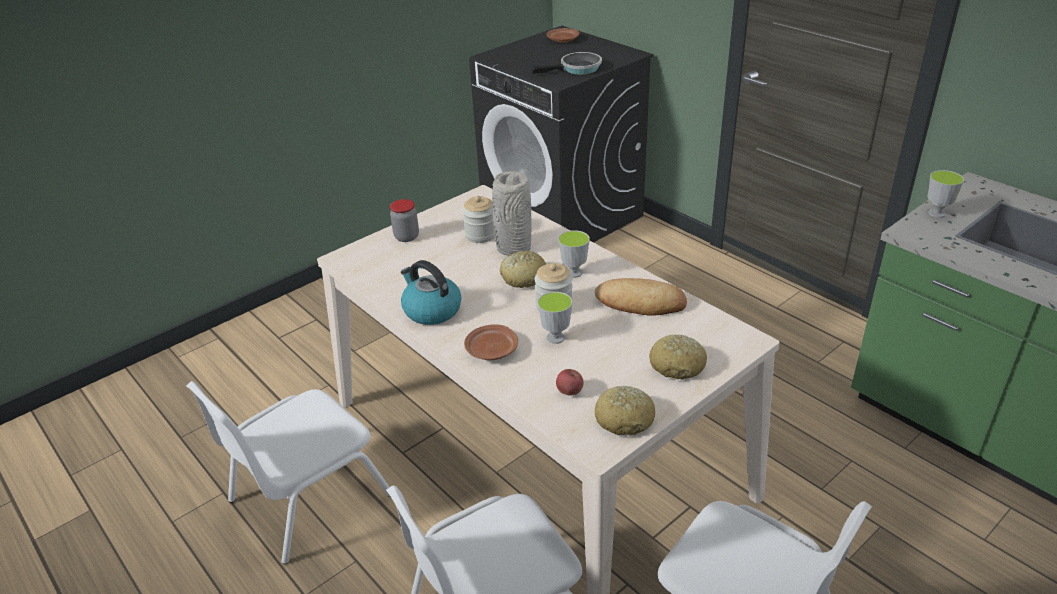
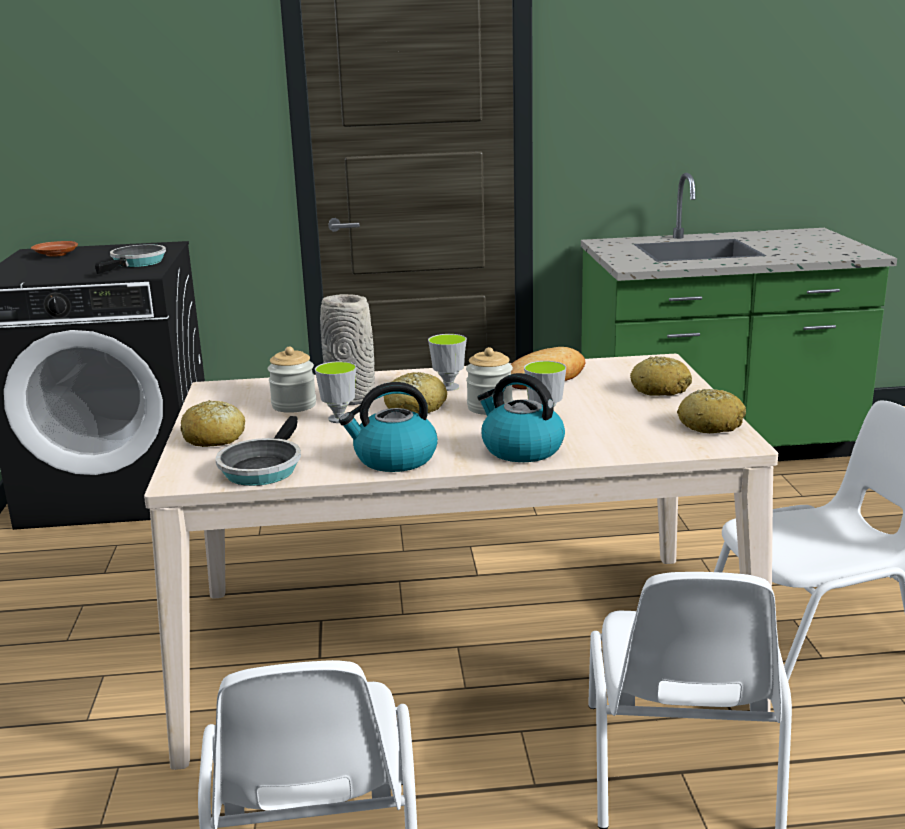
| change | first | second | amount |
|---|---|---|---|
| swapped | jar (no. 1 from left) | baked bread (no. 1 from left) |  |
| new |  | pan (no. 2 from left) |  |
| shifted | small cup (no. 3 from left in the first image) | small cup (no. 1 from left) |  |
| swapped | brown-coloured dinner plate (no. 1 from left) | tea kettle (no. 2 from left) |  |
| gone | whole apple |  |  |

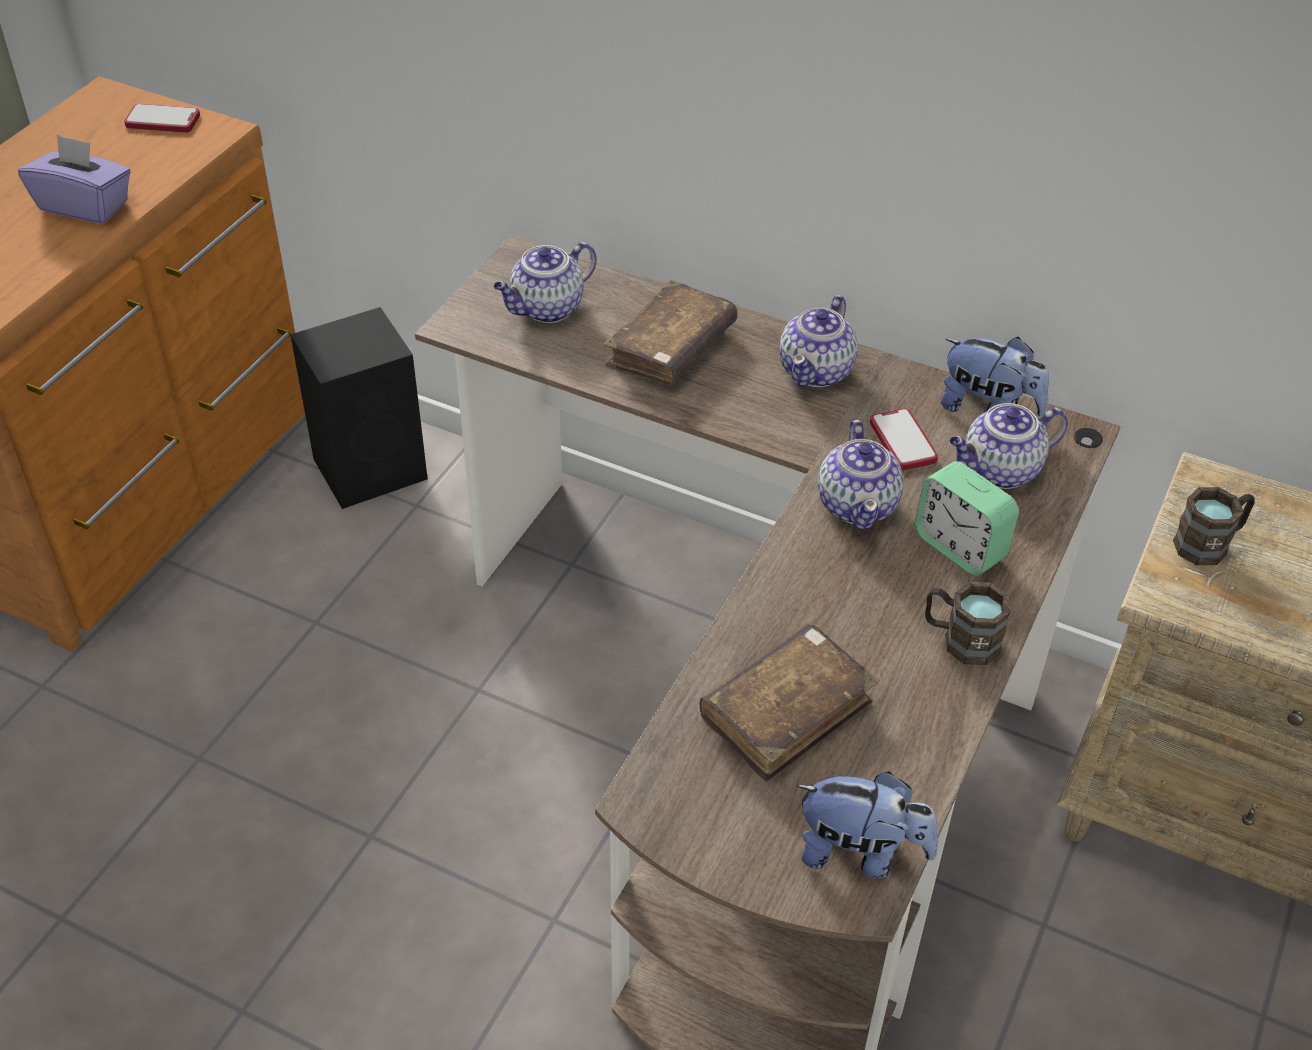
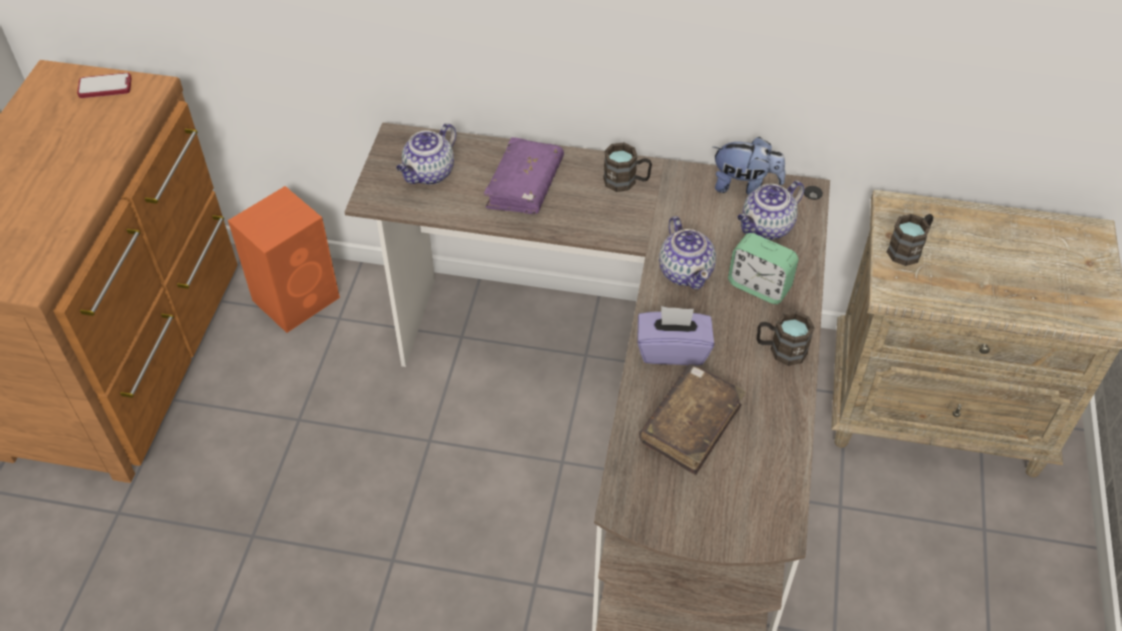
| change | first | second | amount |
|---|---|---|---|
| repainted | black speaker | orangey speaker |  |
| repainted | brown-coloured book (no. 1 from left) | purplish book |  |
| swapped | tea pot (no. 2 from left) | brown-coloured tea mug (no. 1 from left) |  |
| shifted | purplish tissue box |  |  |
| gone | soft toy (no. 1 from left) |  |  |
| gone | telephone (no. 2 from left) |  |  |

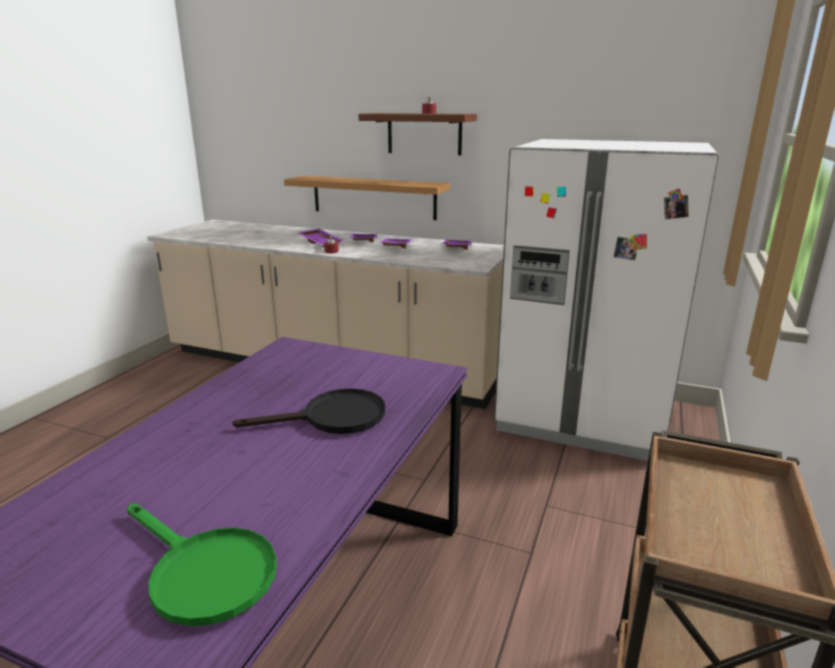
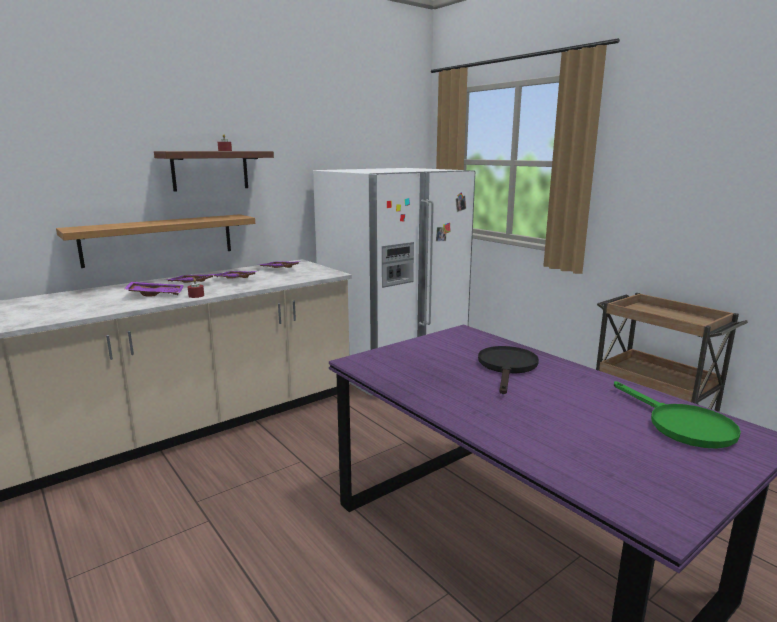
| change | first | second | amount |
|---|---|---|---|
| rotated | green-coloured pan |  | 90 degrees clockwise |

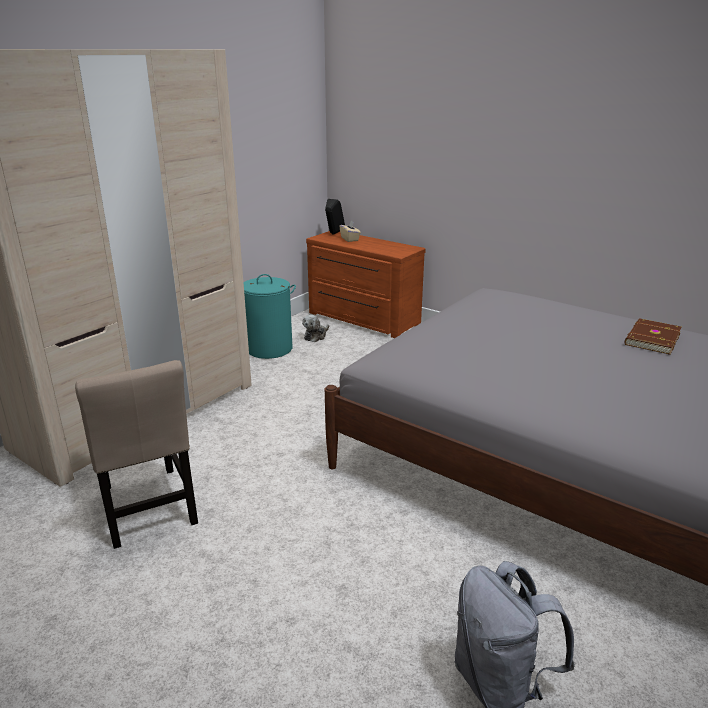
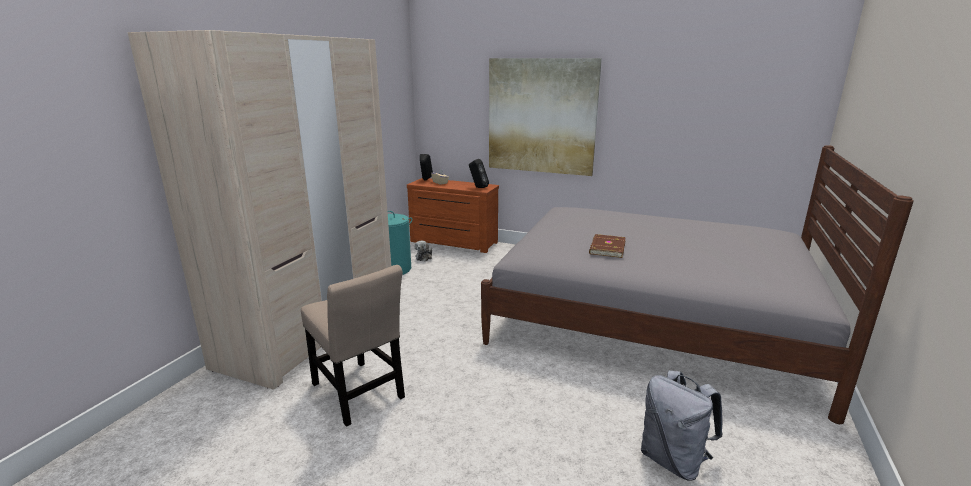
| change | first | second | amount |
|---|---|---|---|
| new |  | black speaker (no. 2 from left) |  |
| new |  | picture |  |
| shifted | brown-coloured book |  |  |

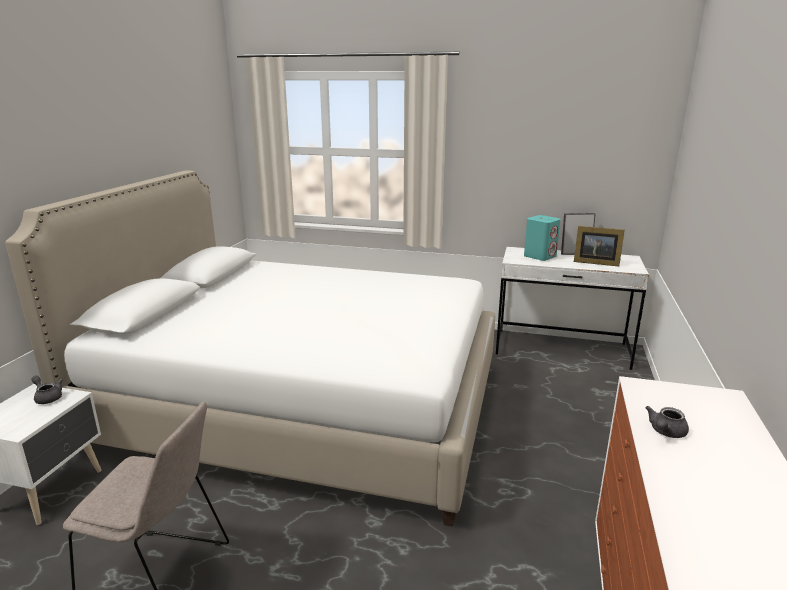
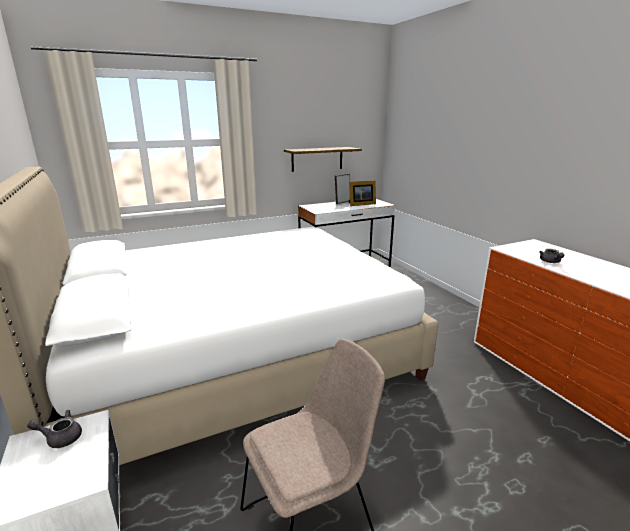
| change | first | second | amount |
|---|---|---|---|
| new |  | shelf |  |
| gone | turquoise speaker |  |  |

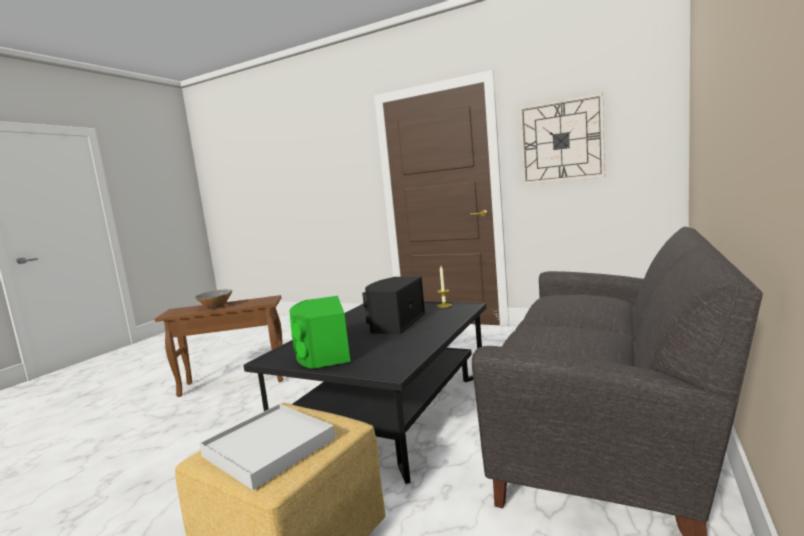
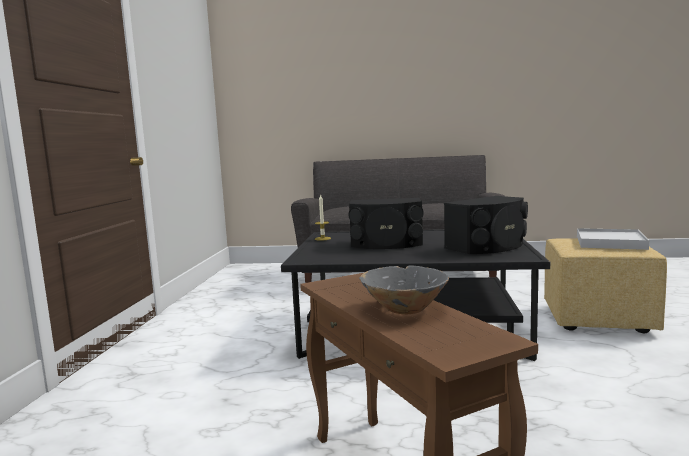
| change | first | second | amount |
|---|---|---|---|
| repainted | green-coloured speaker | black speaker (no. 2 from left) |  |
| gone | hanging clock |  |  |

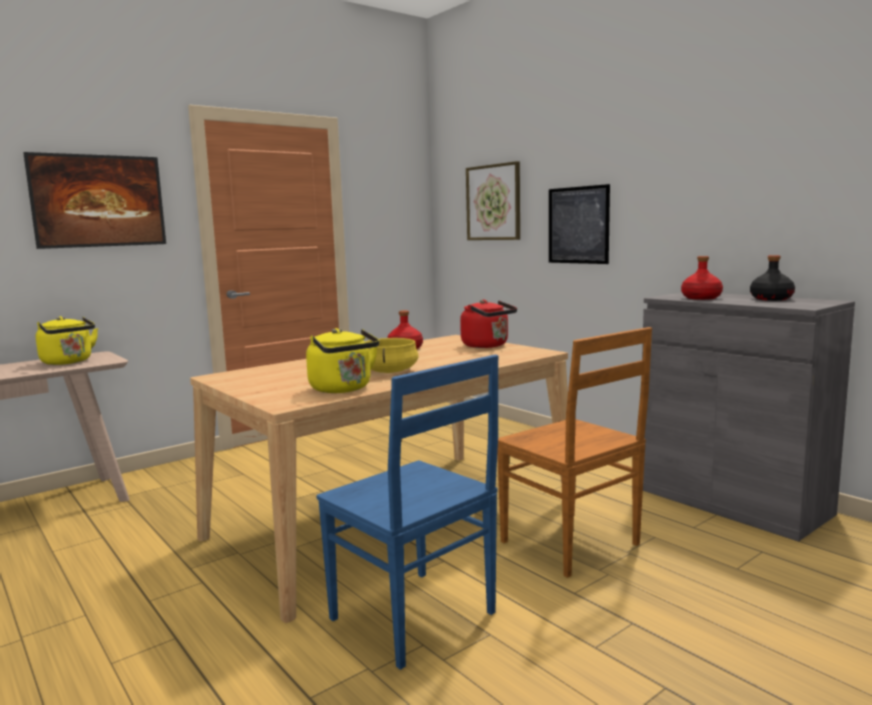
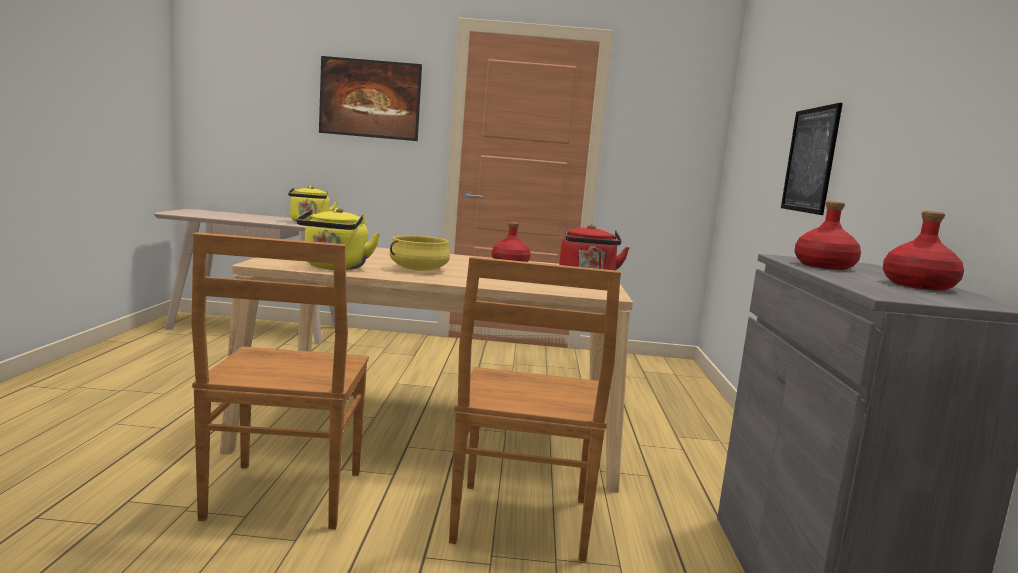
| change | first | second | amount |
|---|---|---|---|
| repainted | blue upright chair | brown-coloured upright chair (no. 1 from left) |  |
| repainted | black beverage bottle | red-coloured beverage bottle (no. 3 from left) |  |
| gone | picture (no. 2 from left) |  |  |

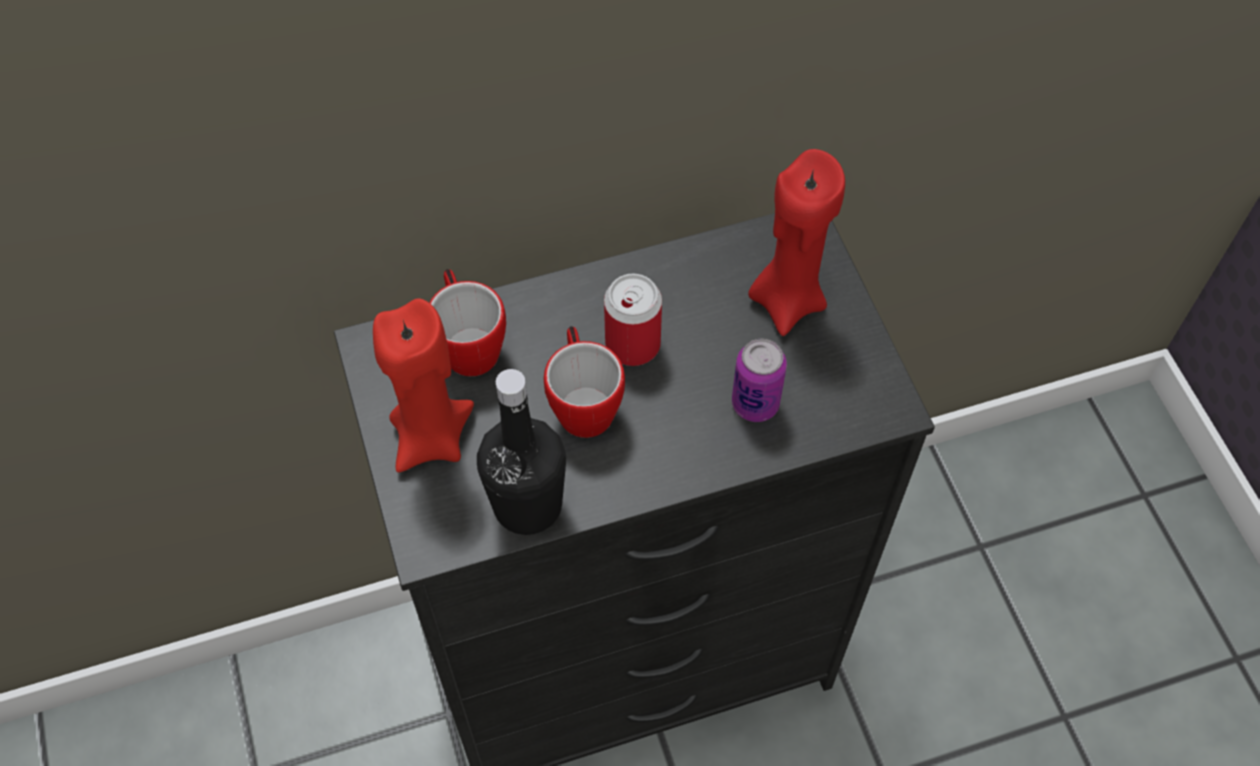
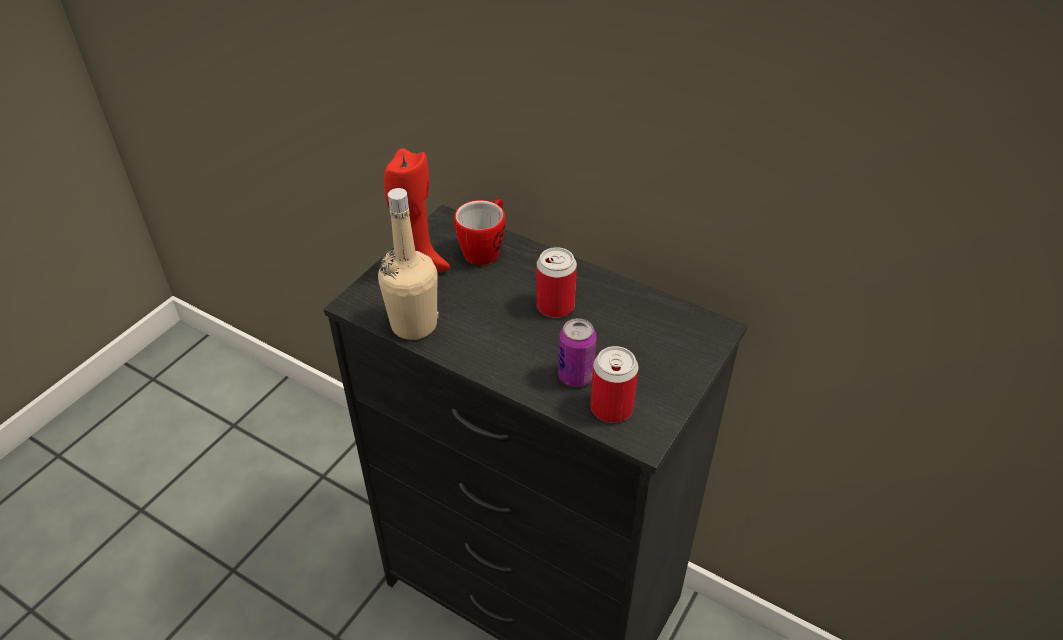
| change | first | second | amount |
|---|---|---|---|
| repainted | black beverage bottle | sand-coloured beverage bottle |  |
| new |  | sealed can (no. 3 from left) |  |
| gone | tea mug (no. 2 from left) |  |  |
| gone | red-coloured candle (no. 2 from left) |  |  |

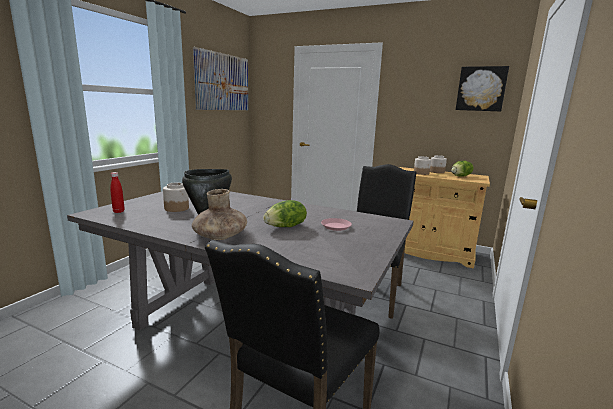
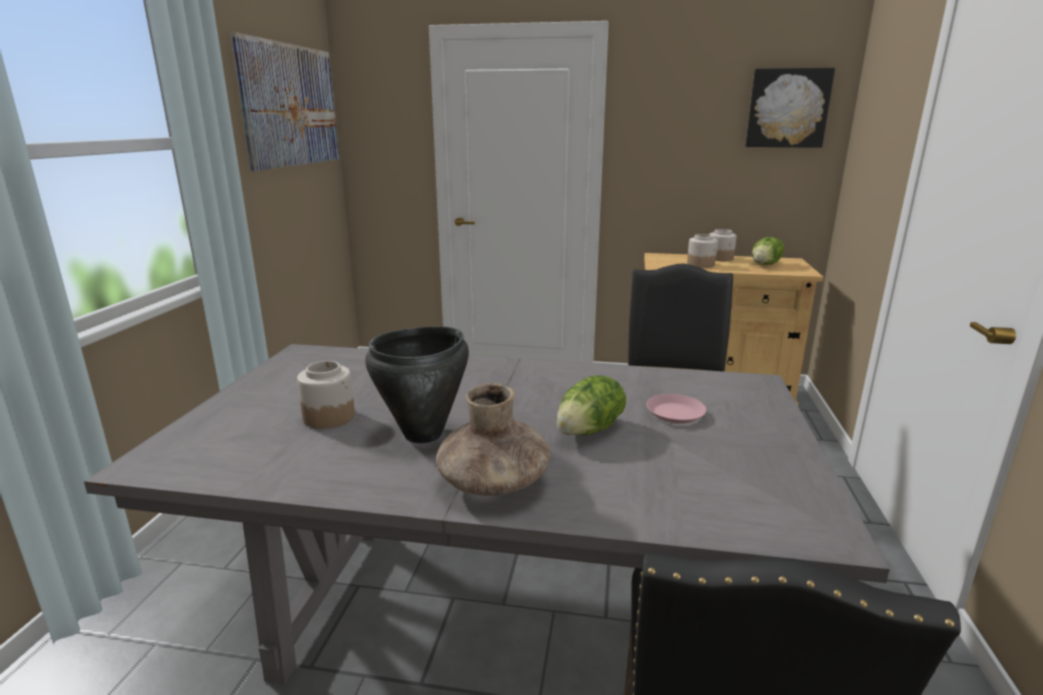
| change | first | second | amount |
|---|---|---|---|
| gone | red-coloured beverage bottle |  |  |

